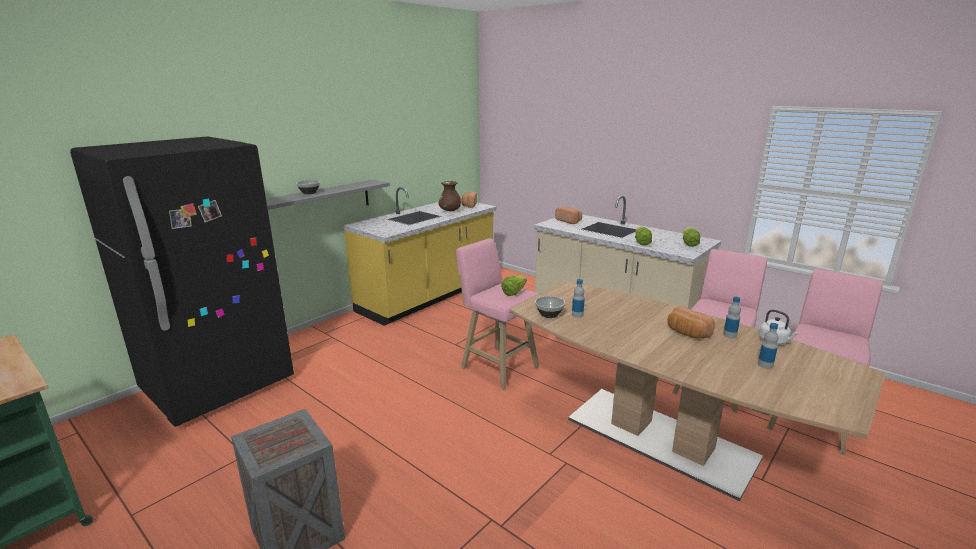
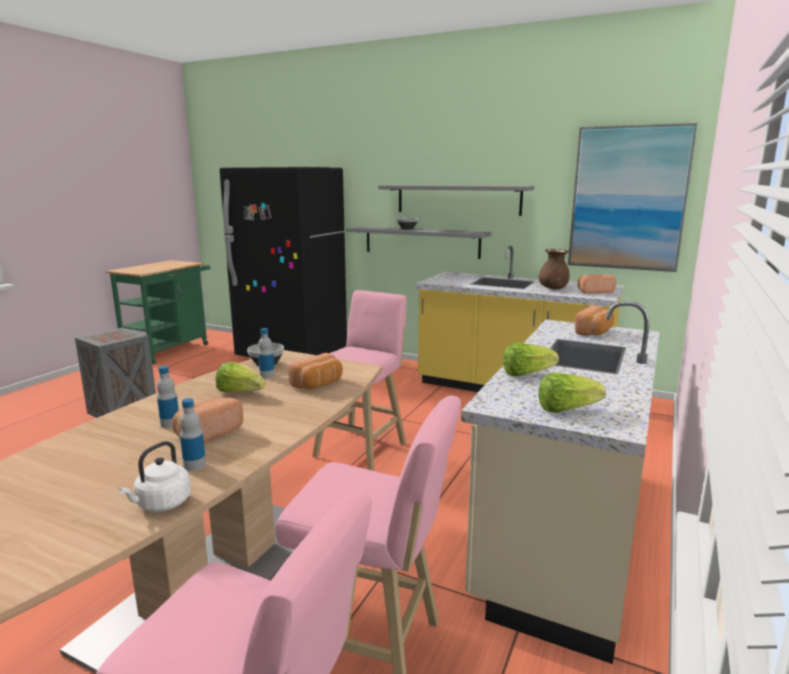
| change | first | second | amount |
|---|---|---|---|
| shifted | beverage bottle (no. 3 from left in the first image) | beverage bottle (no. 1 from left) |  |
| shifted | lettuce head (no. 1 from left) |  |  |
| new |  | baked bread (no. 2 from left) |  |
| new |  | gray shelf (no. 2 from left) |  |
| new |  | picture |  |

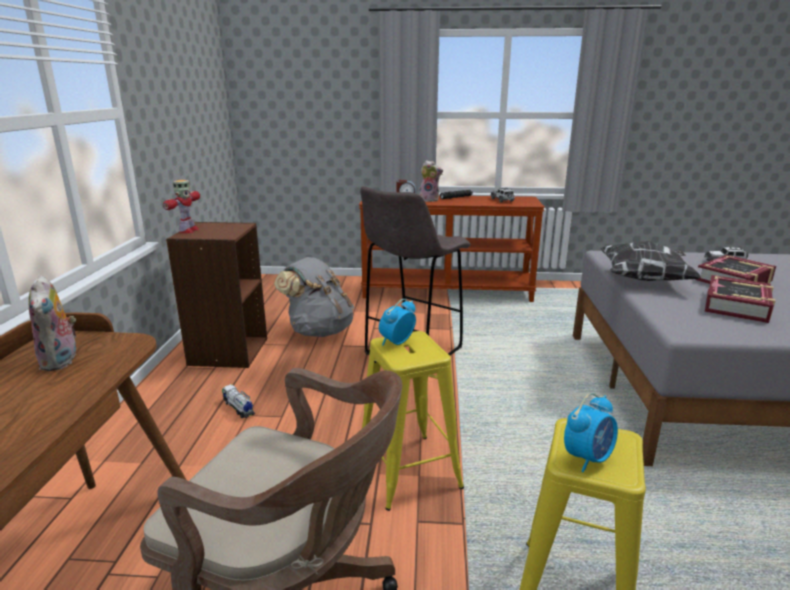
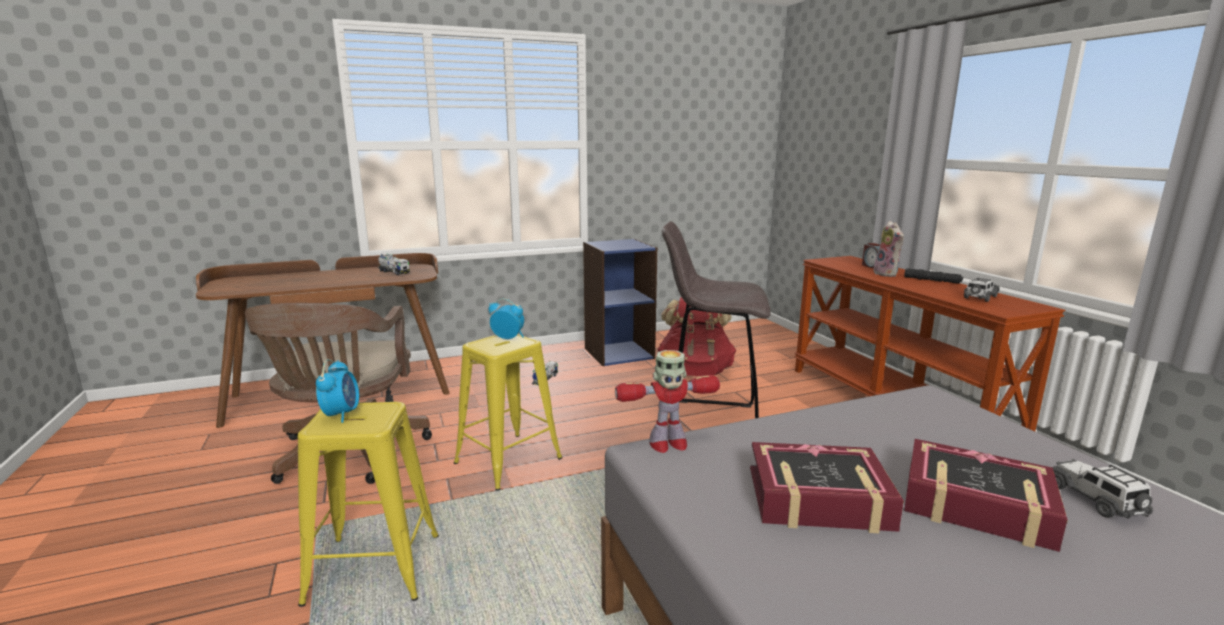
| change | first | second | amount |
|---|---|---|---|
| rotated | table clock (no. 3 from left in the first image) | table clock (no. 1 from left) | 120 degrees counterclockwise |
| swapped | soft toy (no. 1 from left) | toy lorry (no. 1 from left) |  |
| repainted | brown-coloured bookcase | blue bookcase |  |
| shifted | model robot |  |  |
| repainted | gray rucksack | red-coloured rucksack |  |
| gone | pillow |  |  |

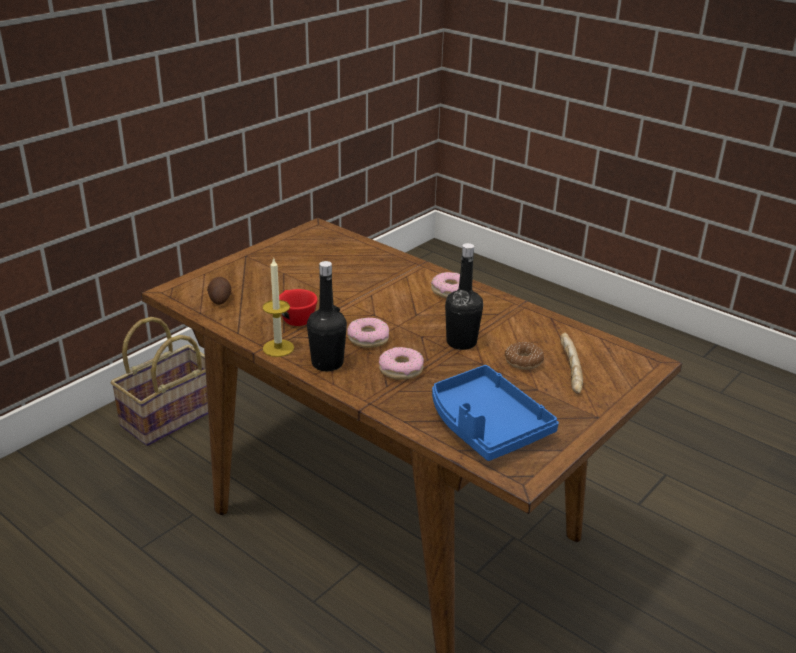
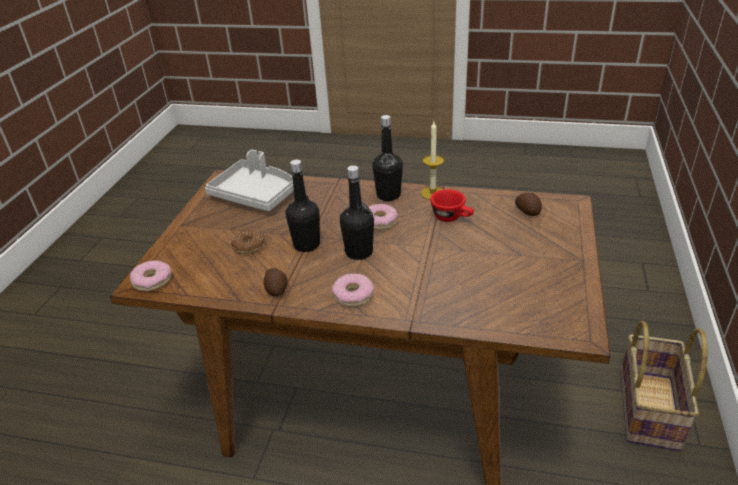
| change | first | second | amount |
|---|---|---|---|
| shifted | ring doughnut (no. 2 from left in the first image) | ring doughnut (no. 1 from left) |  |
| repainted | blue serving tray | gray serving tray |  |
| new |  | spud (no. 1 from left) |  |
| new |  | black beverage bottle (no. 2 from left) |  |
| gone | baked bread |  |  |

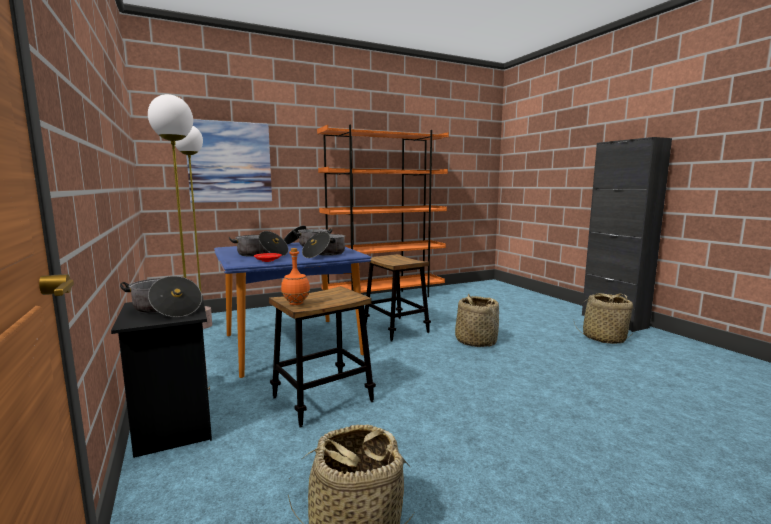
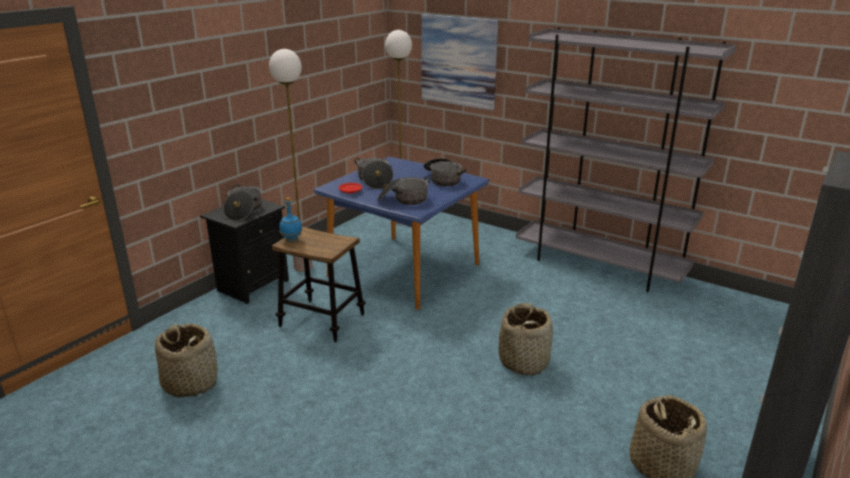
| change | first | second | amount |
|---|---|---|---|
| repainted | orangey beverage bottle | blue beverage bottle |  |
| repainted | orangey bookcase | gray bookcase |  |
| gone | sitting stool (no. 2 from left) |  |  |

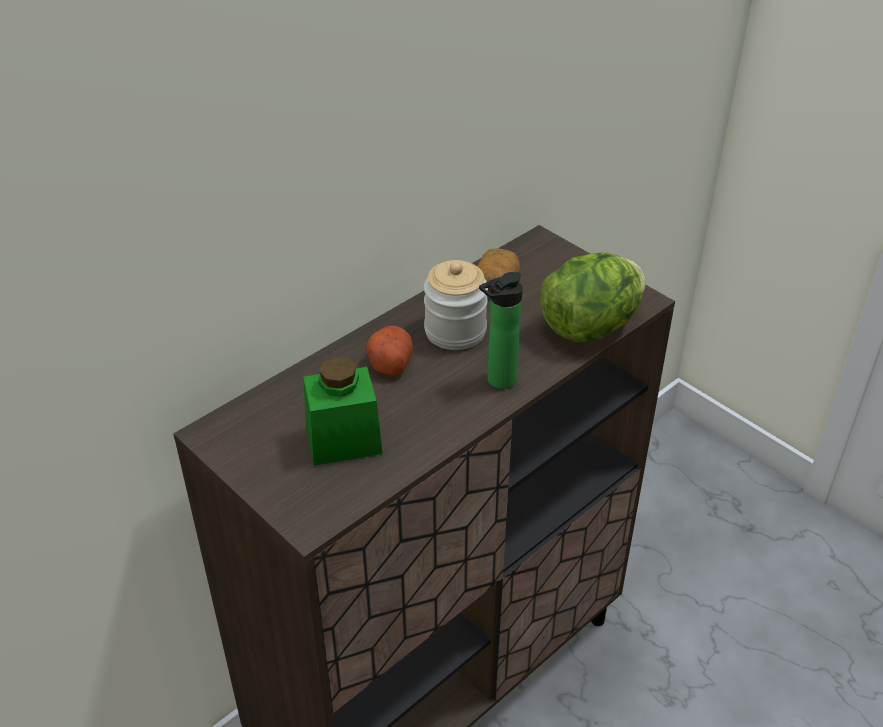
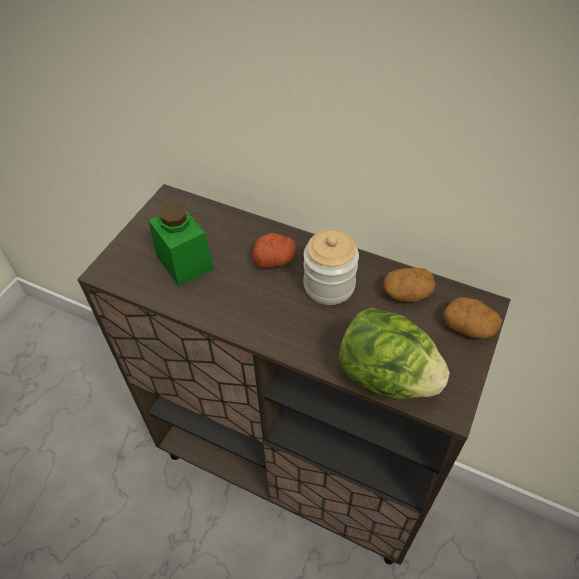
| change | first | second | amount |
|---|---|---|---|
| new |  | spud (no. 3 from left) |  |
| gone | beverage bottle |  |  |

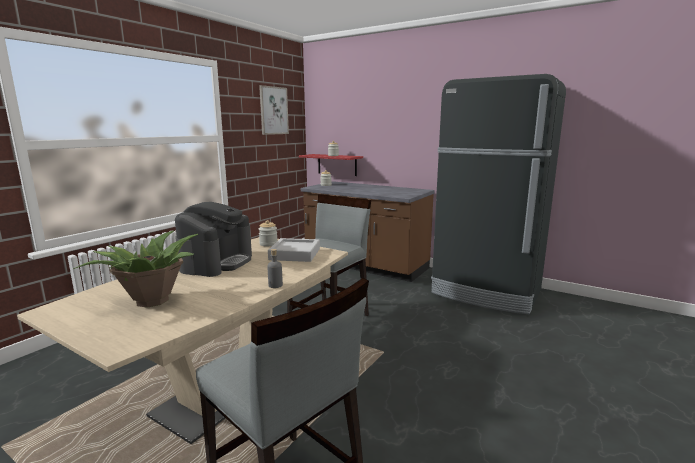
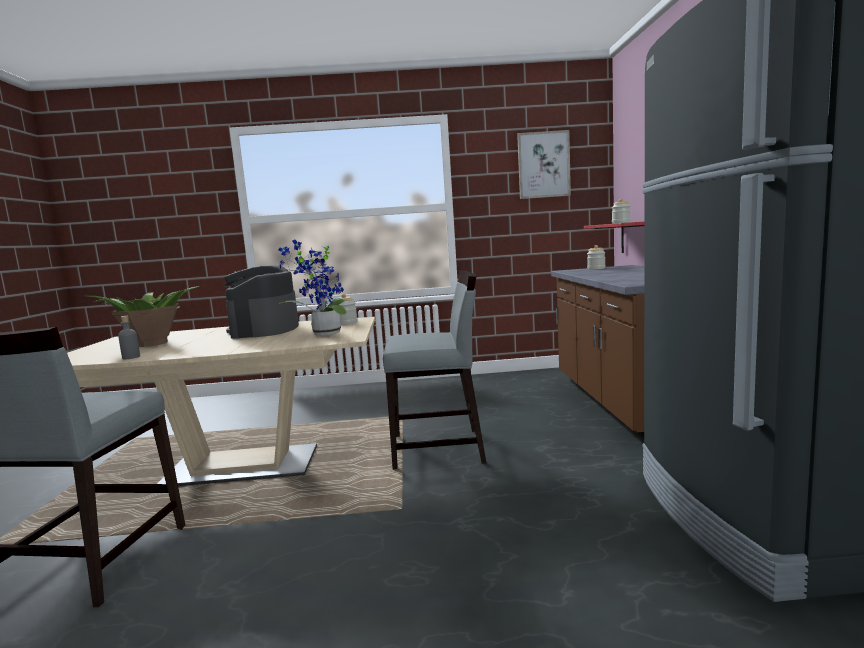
| change | first | second | amount |
|---|---|---|---|
| shifted | gray beverage bottle |  |  |
| rotated | coffee brewer |  | 105 degrees clockwise |
| swapped | gray serving tray | plant in a pot (no. 2 from left) |  |

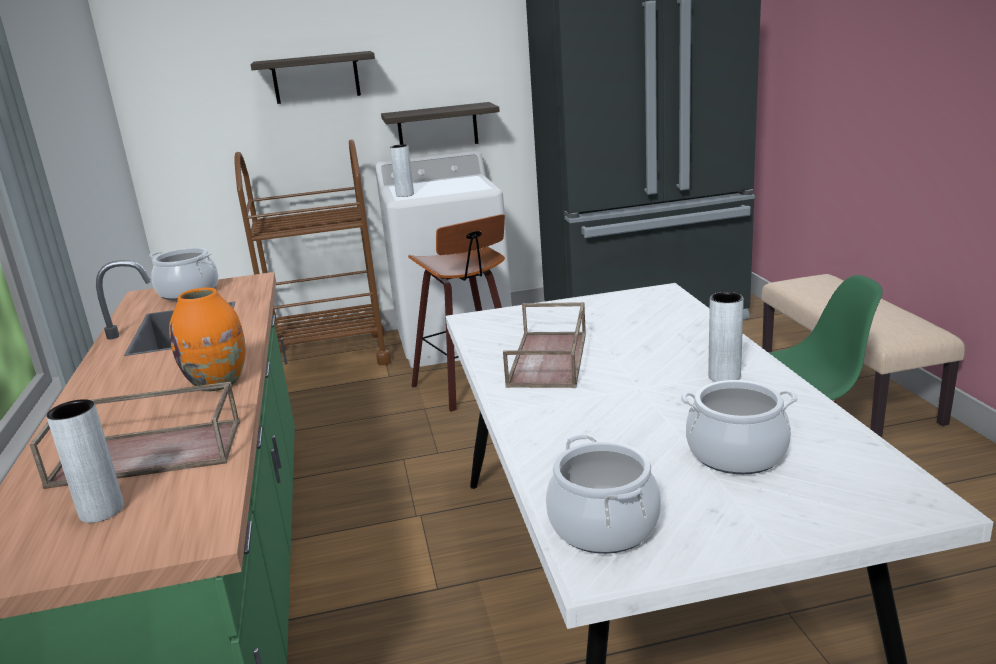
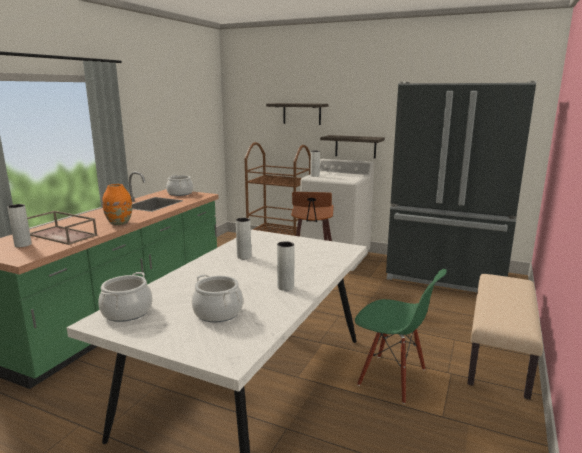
| change | first | second | amount |
|---|---|---|---|
| swapped | brown-coloured serving tray (no. 2 from left) | gray decorative vase (no. 2 from left) |  |

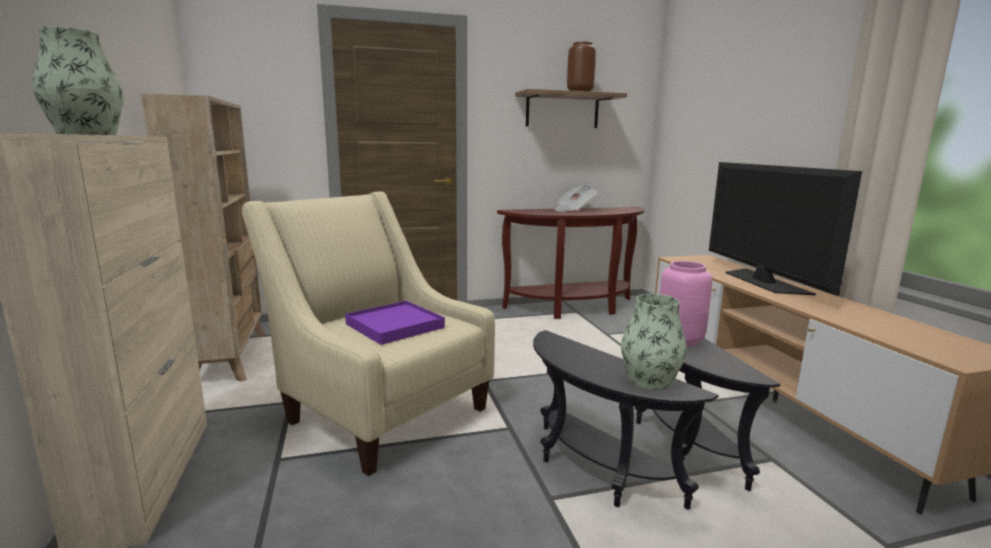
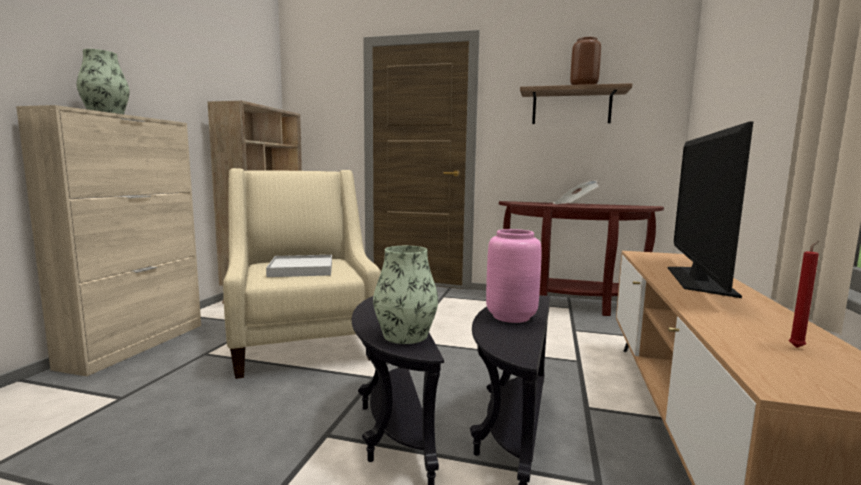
| change | first | second | amount |
|---|---|---|---|
| repainted | purplish serving tray | white serving tray |  |
| new |  | red-coloured candle |  |

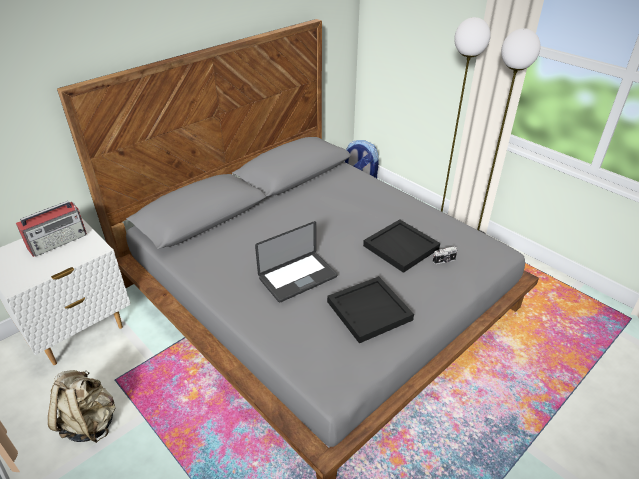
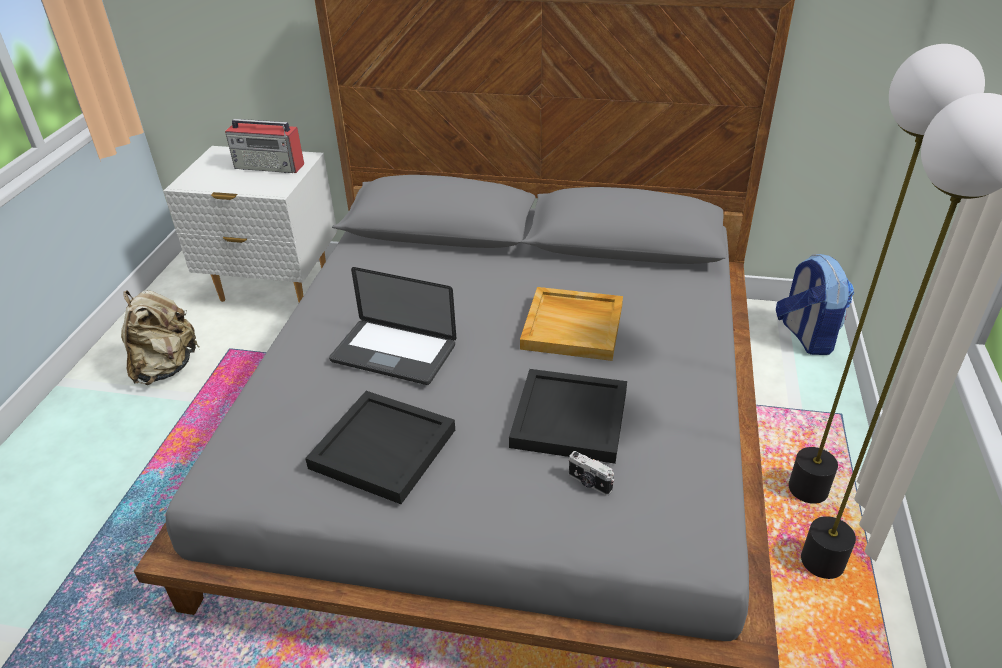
| change | first | second | amount |
|---|---|---|---|
| new |  | sand-coloured serving tray |  |

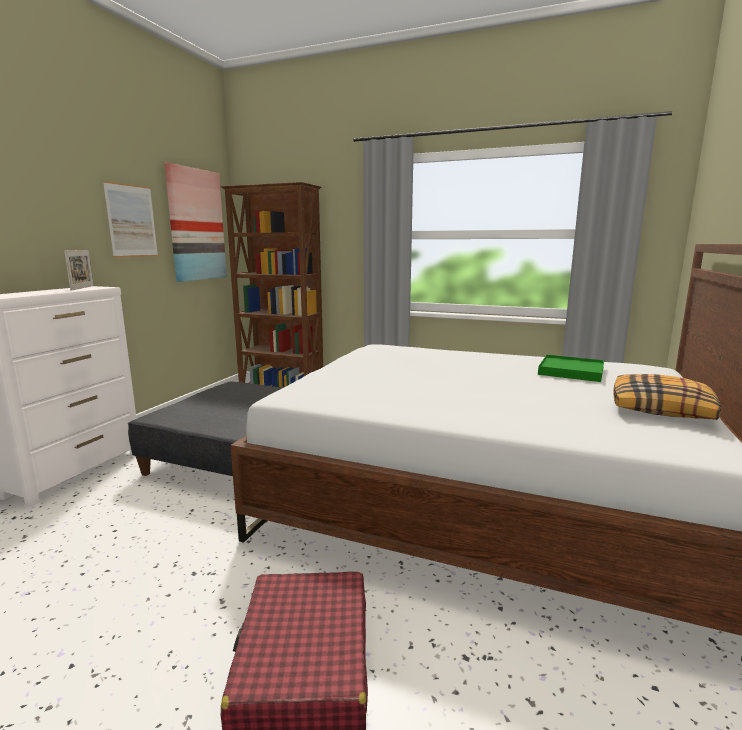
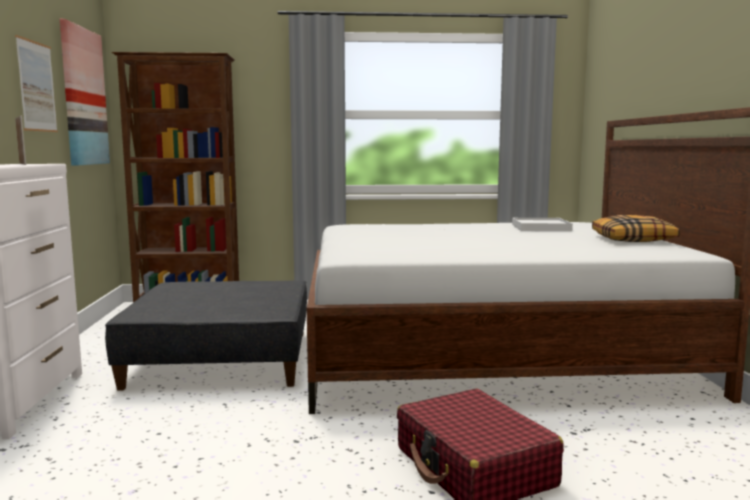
| change | first | second | amount |
|---|---|---|---|
| repainted | green-coloured serving tray | white serving tray |  |

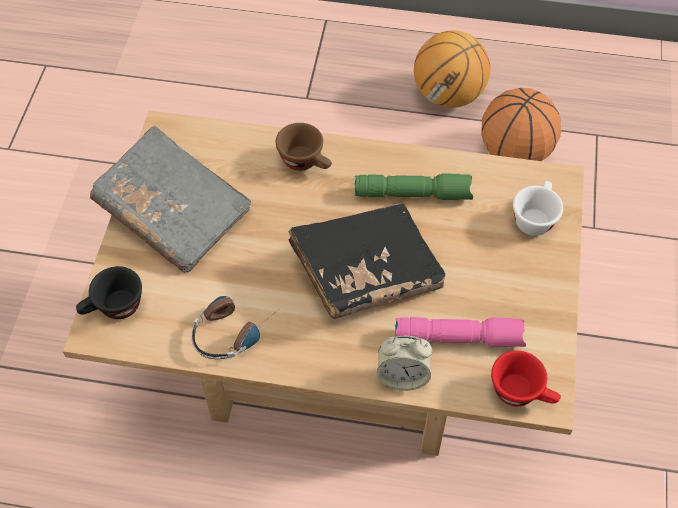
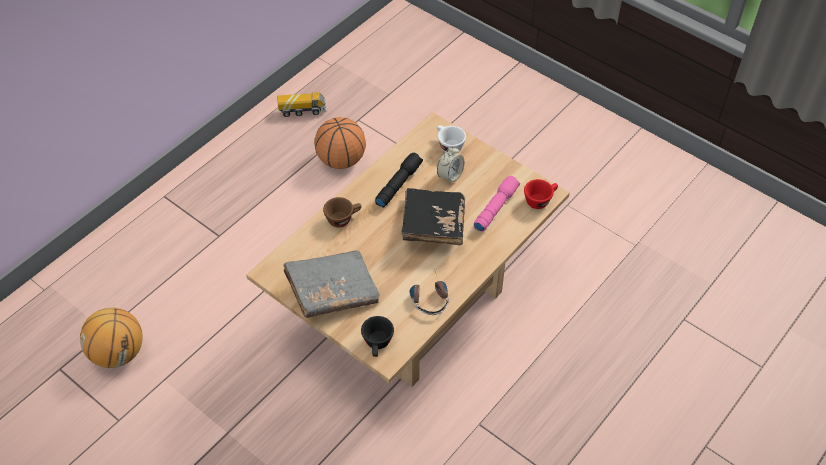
| change | first | second | amount |
|---|---|---|---|
| shifted | ball for basketball (no. 1 from left) |  |  |
| new |  | toy lorry |  |
| repainted | green-coloured hand torch | black hand torch |  |
| shifted | table clock |  |  |

